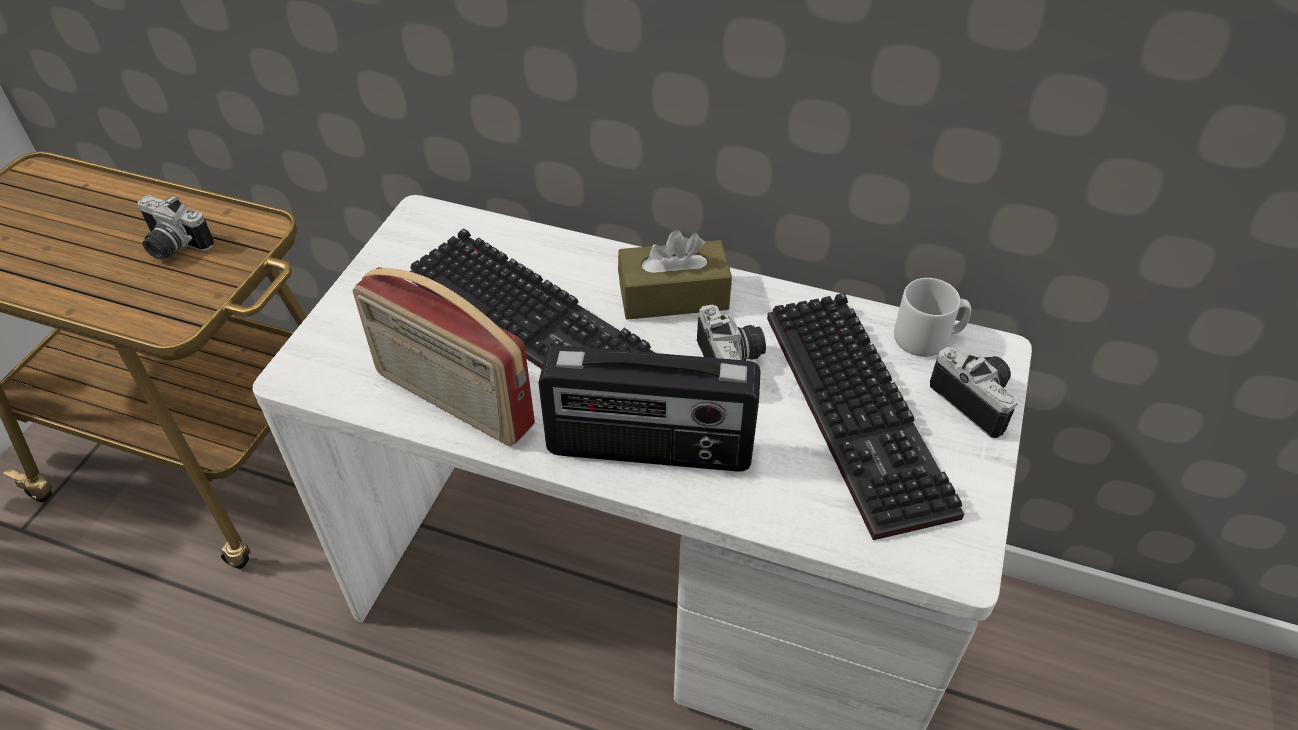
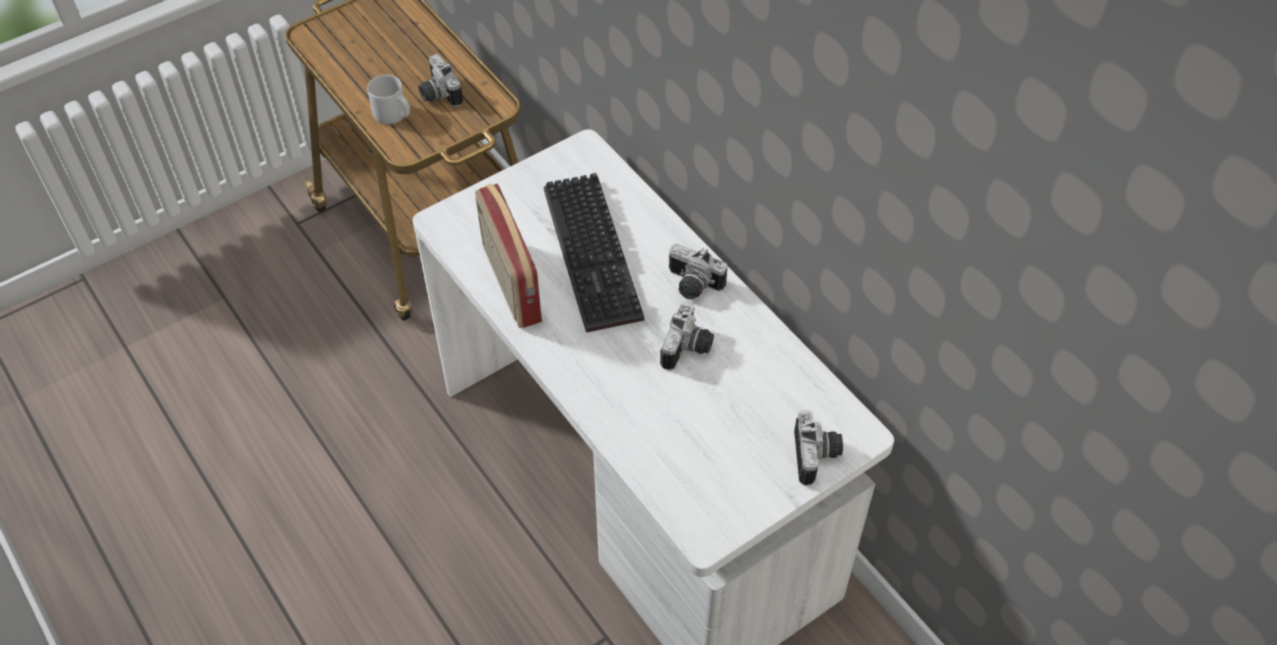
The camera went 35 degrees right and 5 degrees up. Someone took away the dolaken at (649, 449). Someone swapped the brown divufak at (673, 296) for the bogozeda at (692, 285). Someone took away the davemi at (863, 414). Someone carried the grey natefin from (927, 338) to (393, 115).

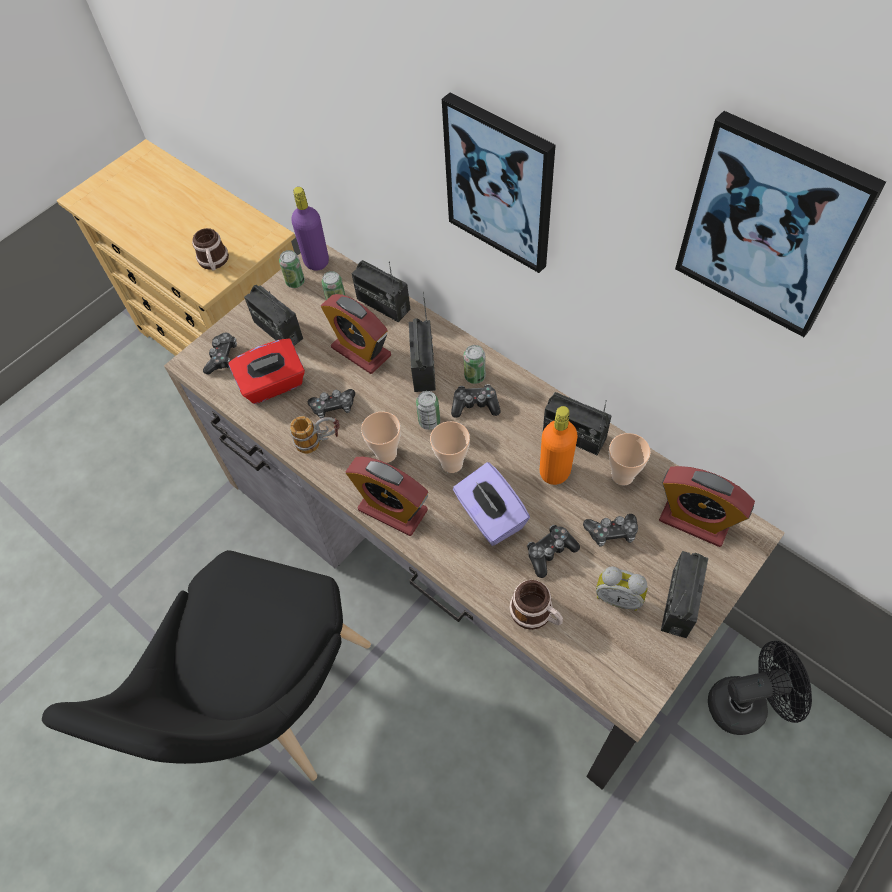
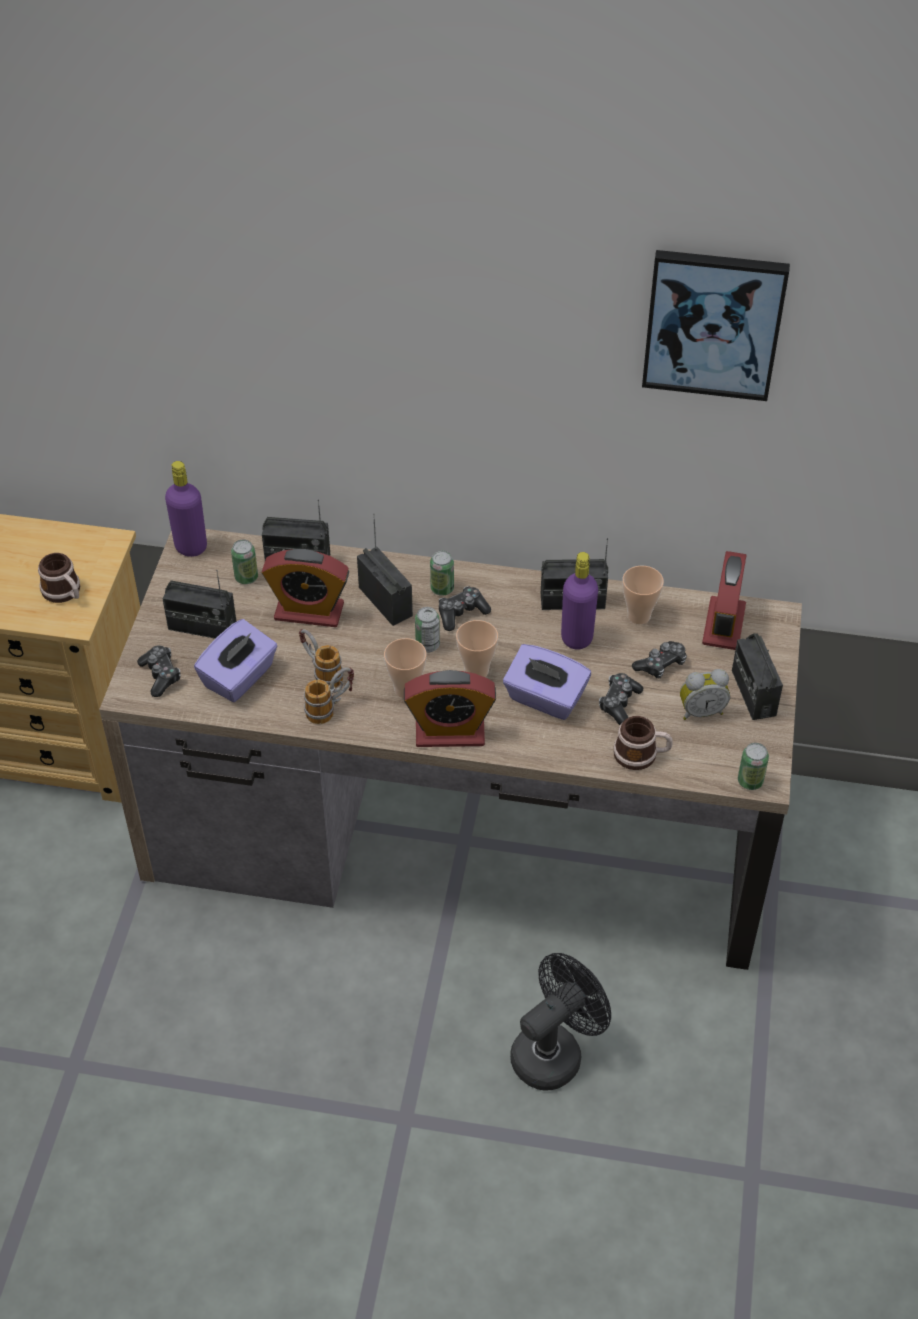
The camera went 35 degrees left and 10 degrees down. Someone took away the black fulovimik at (273, 704). Someone repainted the red divufak at (273, 384), which became the purple divufak at (239, 677). Someone carried the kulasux from (295, 282) to (750, 781). Someone swapped the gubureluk at (333, 407) for the natefin at (320, 672). Someone took away the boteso at (500, 183). Someone repainted the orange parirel at (555, 472), which became the purple parirel at (577, 638). Someone rotated the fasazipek at (695, 520) by 105 degrees clockwise. Someone carried the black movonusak from (746, 703) to (554, 1051).

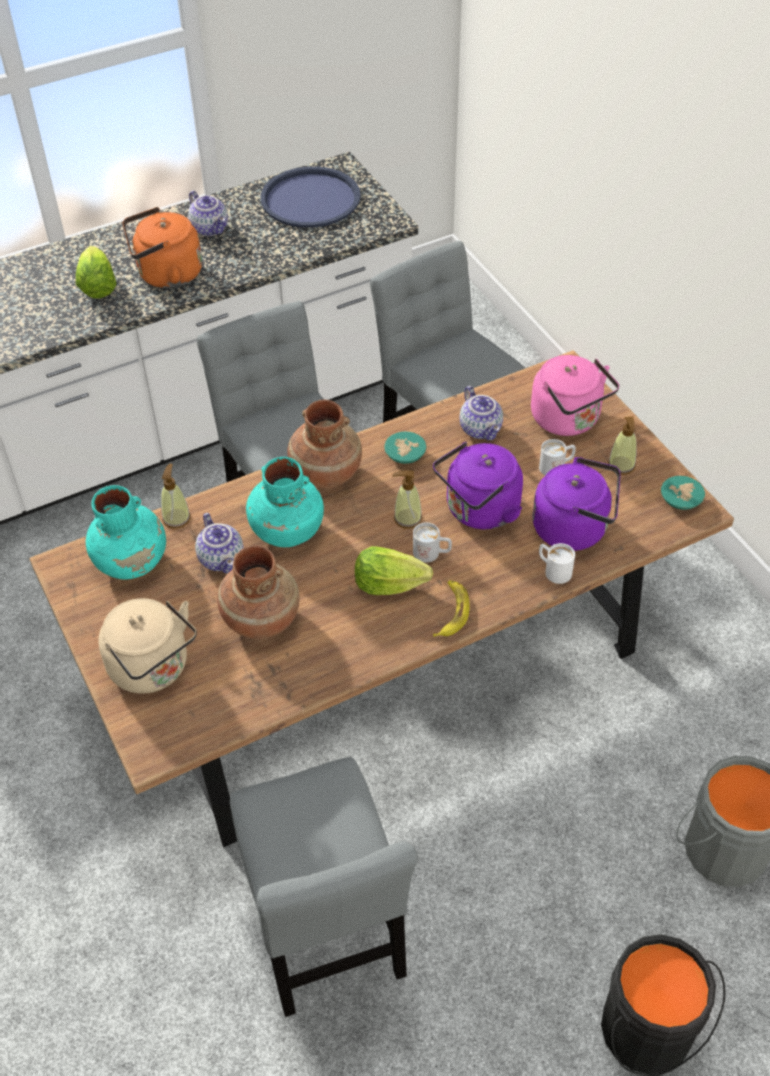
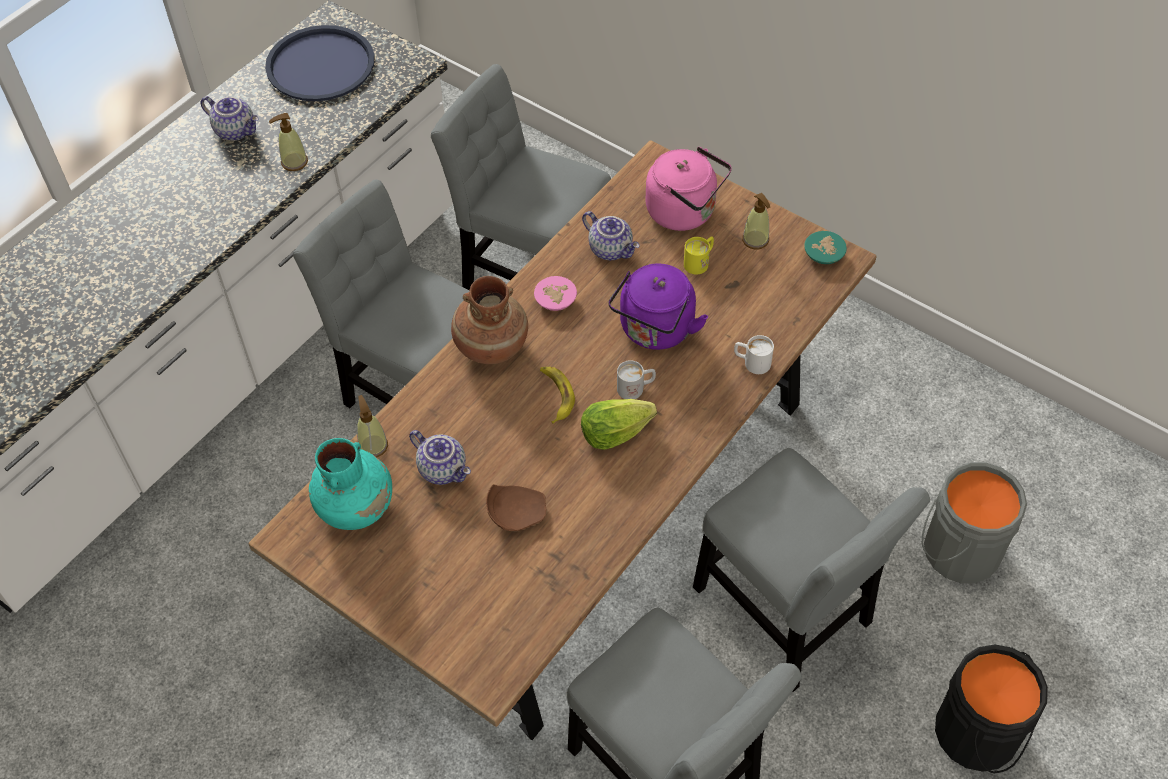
The camera went 25 degrees left and 5 degrees up. Someone took away the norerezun at (97, 287). Someone took away the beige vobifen at (153, 669). Someone took away the orange vobifen at (166, 275). Someone swapped the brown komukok at (261, 618) for the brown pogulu at (516, 512). Someone took away the turquoise komukok at (287, 530). Someone repainted the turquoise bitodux at (404, 456), which became the pink bitodux at (556, 302). Someone carried the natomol from (407, 518) to (294, 162). Someone carried the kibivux from (451, 612) to (556, 395). Someone took away the purple vobifen at (574, 528). Someone repainted the white natefin at (556, 466), which became the yellow natefin at (699, 262). Someone put down the grey fulovimik at (787, 613).

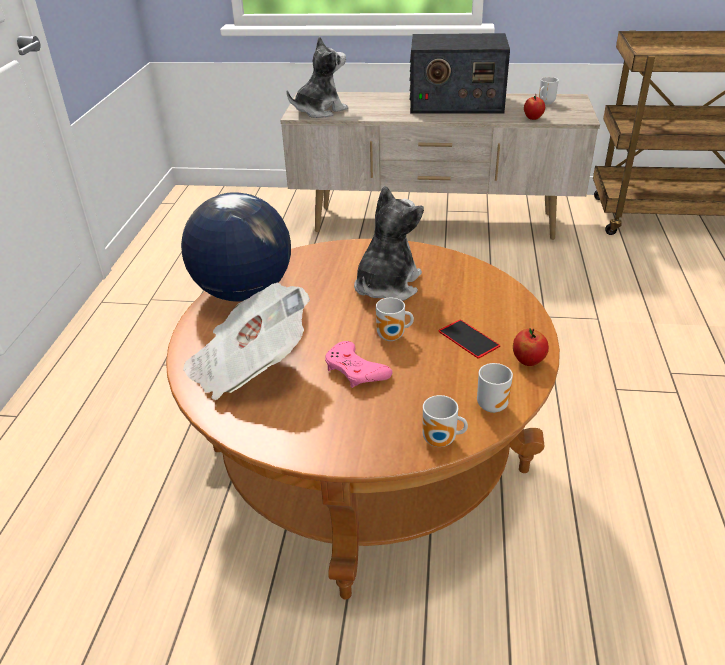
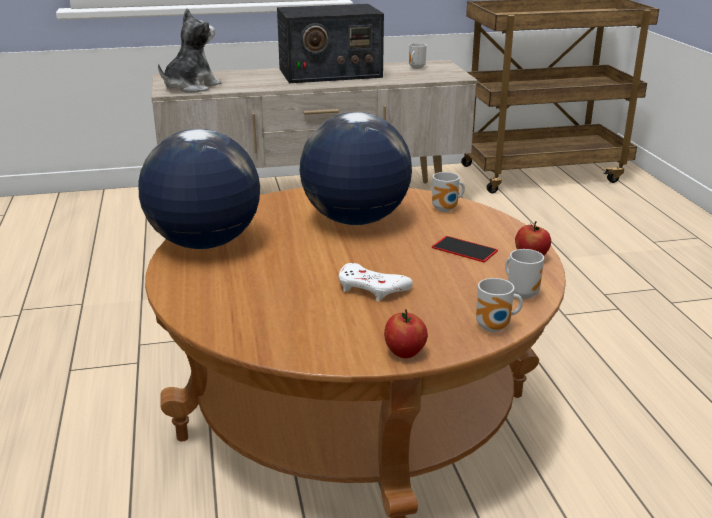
The camera went 20 degrees left and 10 degrees down. Someone took away the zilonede at (248, 366). Someone repainted the pink gubureluk at (355, 370), which became the white gubureluk at (371, 288). Someone swapped the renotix at (386, 286) for the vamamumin at (355, 220). Someone carried the natefin from (393, 337) to (446, 209). Someone carried the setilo from (533, 118) to (405, 353).

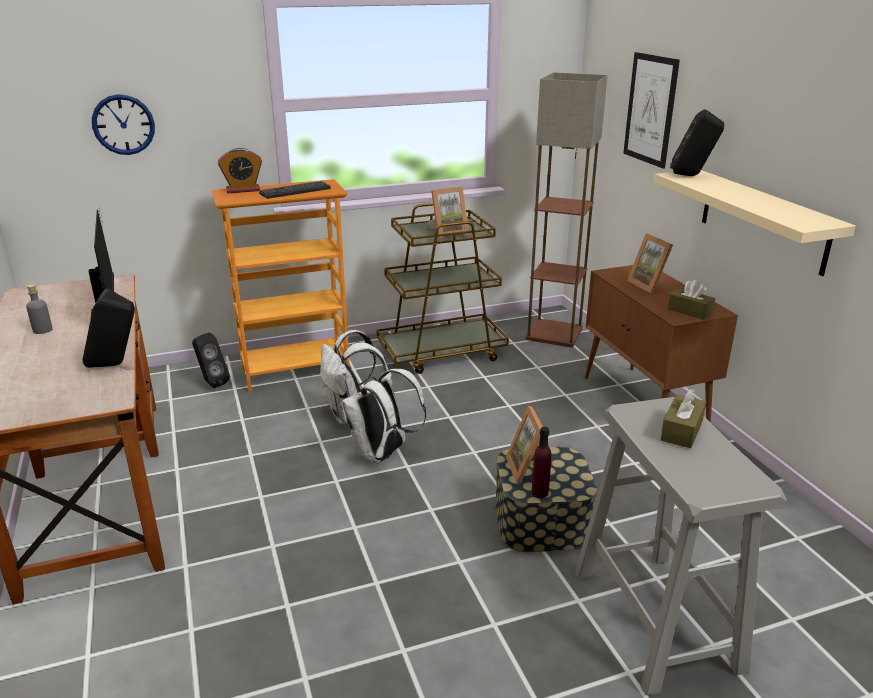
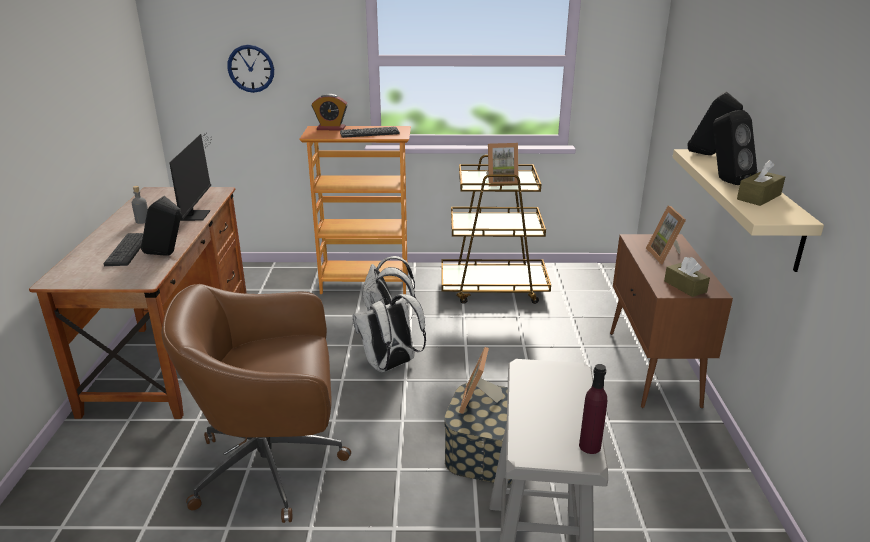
The camera went 20 degrees right and 0 degrees up. Someone carried the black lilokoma from (211, 383) to (725, 181). Someone took away the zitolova at (555, 333). Someone carried the purple parirel from (540, 492) to (590, 446). Someone took away the boteso at (650, 109). Someone carried the brown divufak from (681, 431) to (759, 197). Someone put down the davemi at (127, 250). Someone put down the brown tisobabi at (273, 465).

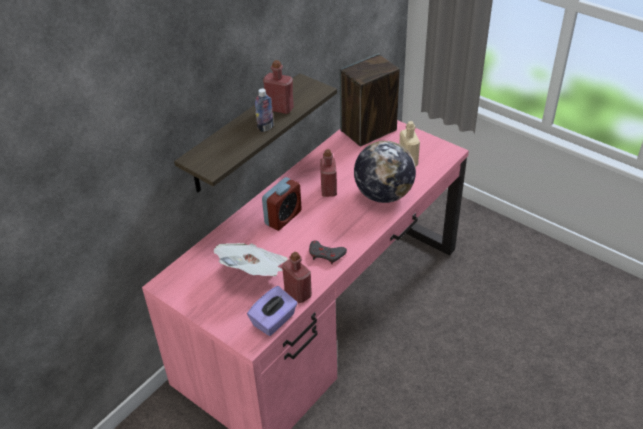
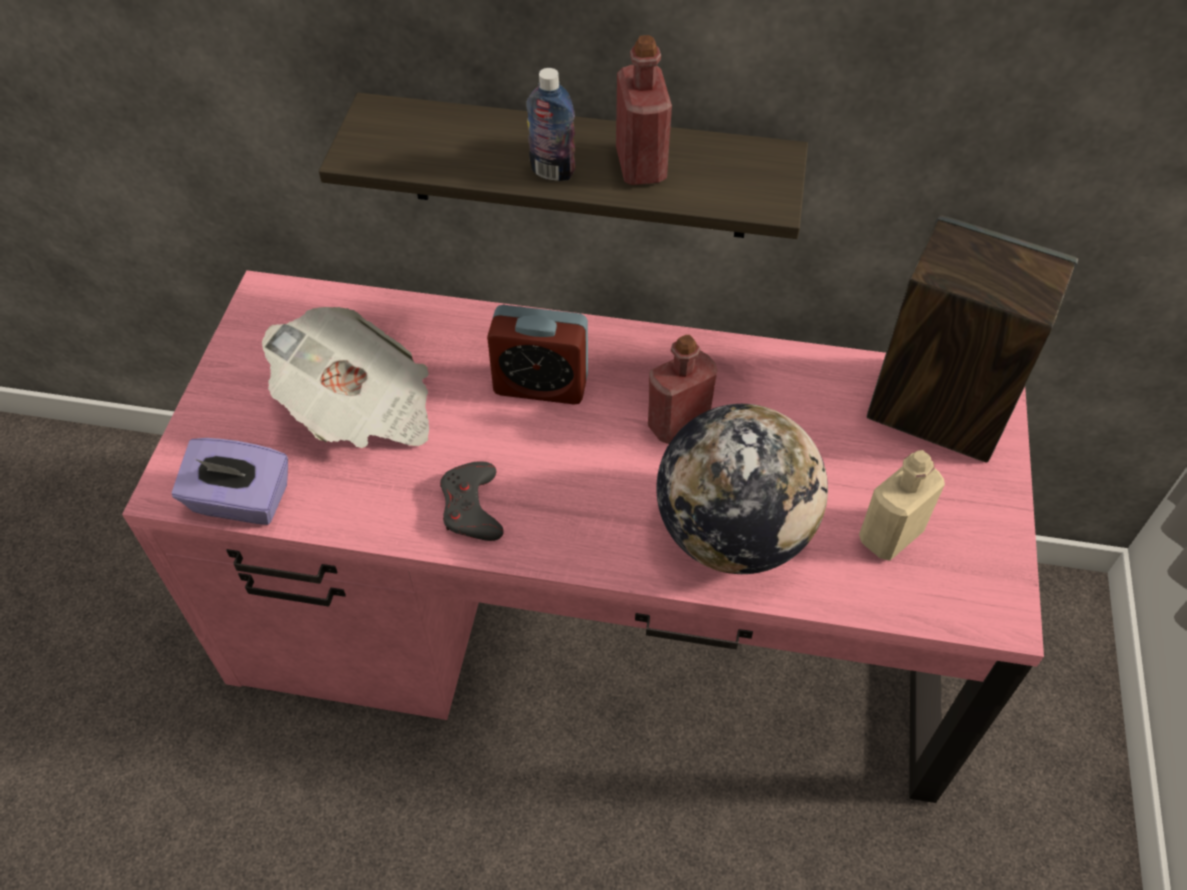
The camera went 60 degrees right and 10 degrees up. Someone took away the red parirel at (298, 293).

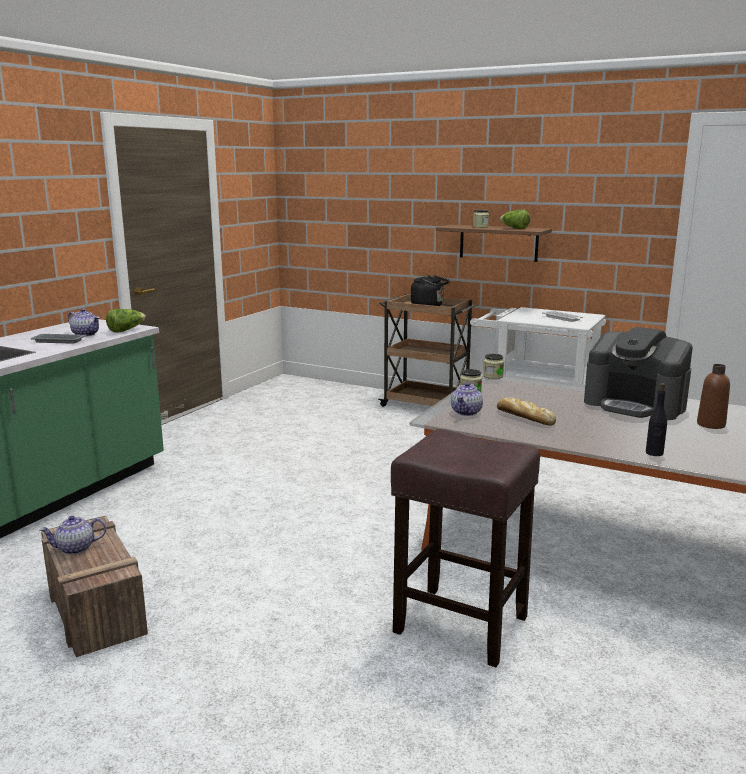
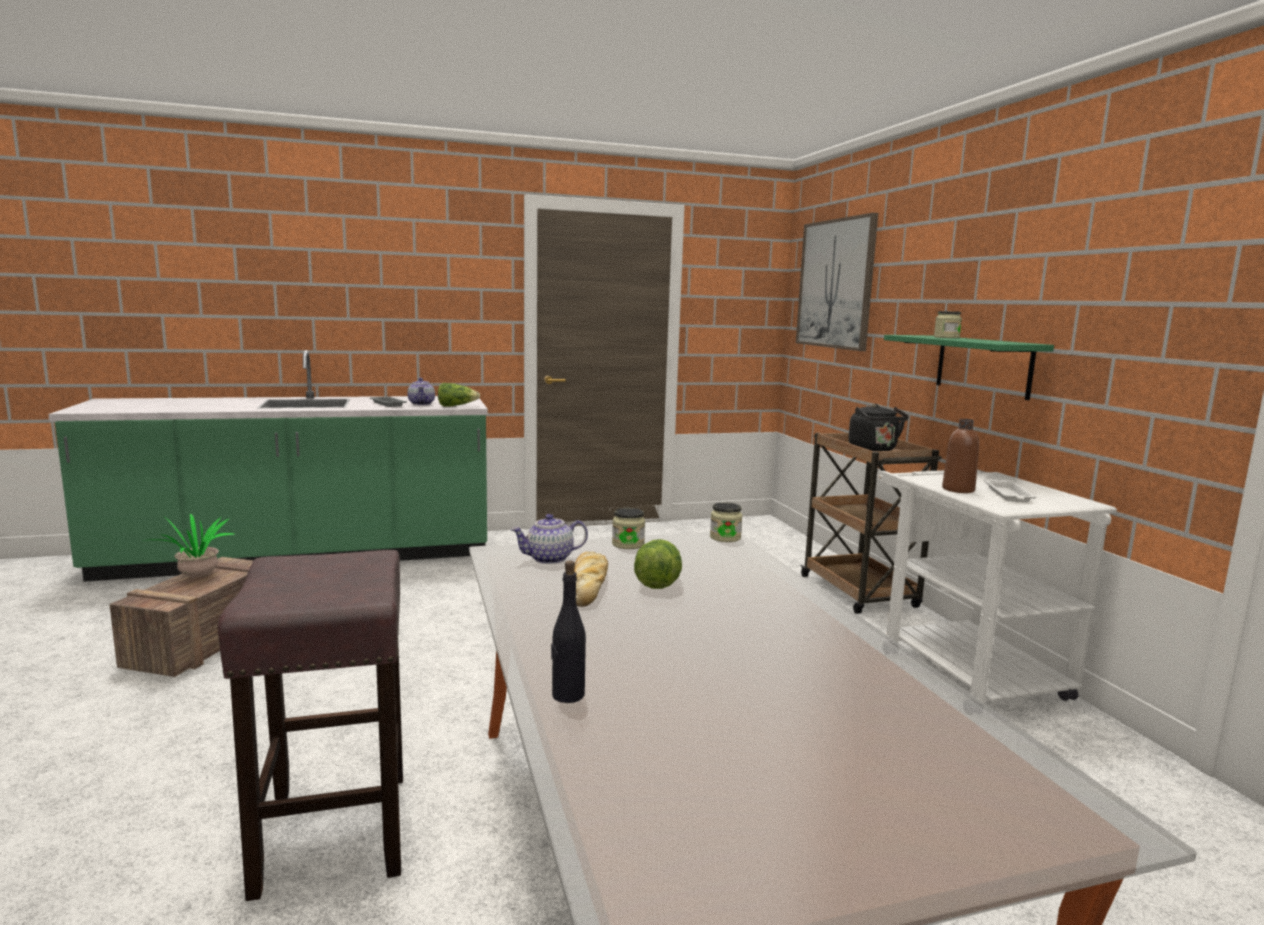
The camera went 45 degrees right and 5 degrees down. Someone swapped the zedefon at (75, 548) for the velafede at (198, 576). Someone repainted the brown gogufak at (498, 243), which became the green gogufak at (983, 366). Someone carried the norerezun from (514, 228) to (656, 580). Someone took away the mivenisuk at (635, 405). Someone carried the brown parirel from (711, 424) to (958, 489). Someone put up the boteso at (835, 284).

